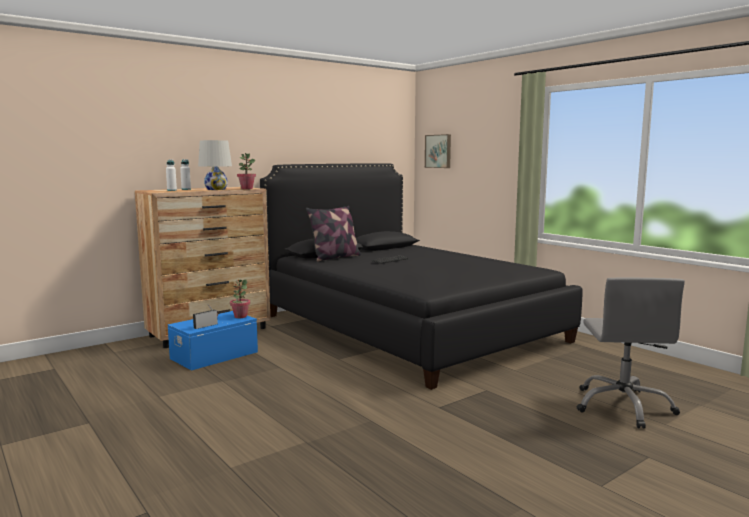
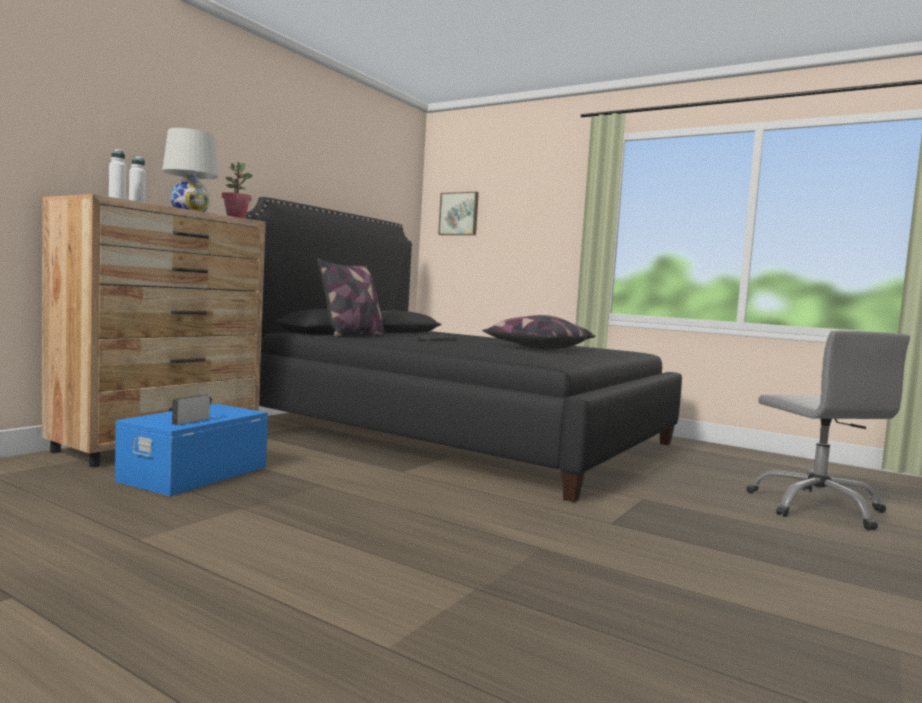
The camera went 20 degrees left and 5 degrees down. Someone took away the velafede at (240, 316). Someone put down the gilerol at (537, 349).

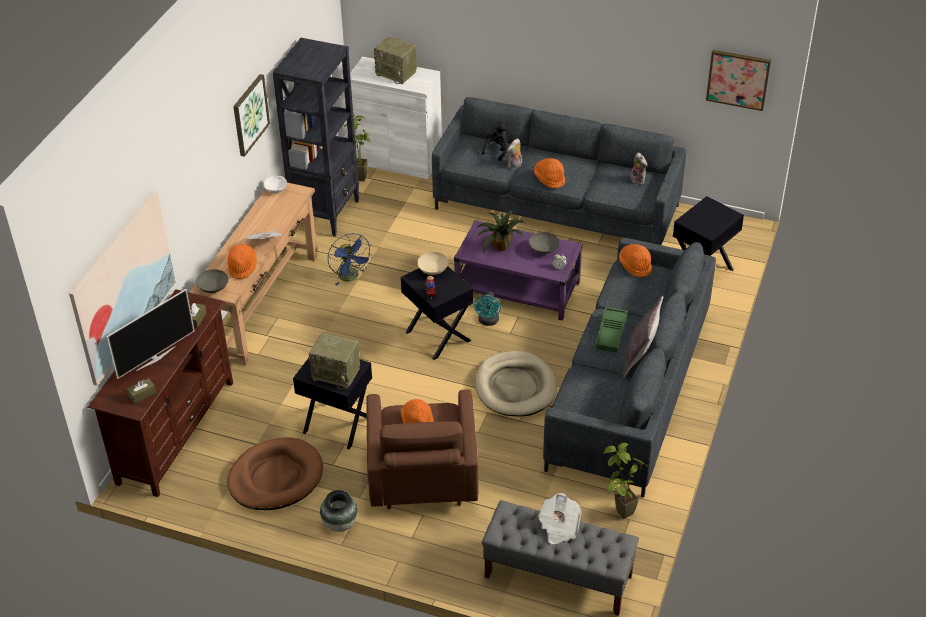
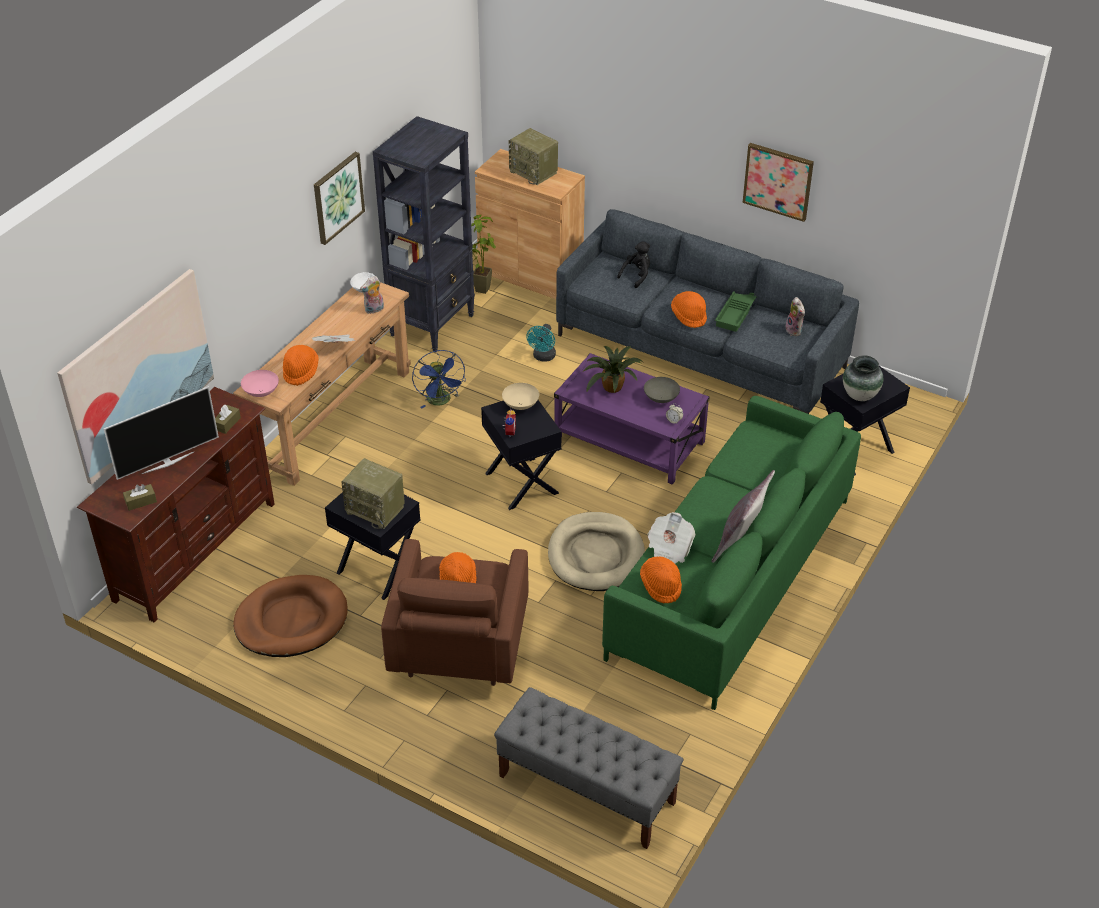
The camera went 10 degrees right and 0 degrees up. Someone repainted the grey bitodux at (213, 289), which became the pink bitodux at (260, 392). Someone carried the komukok from (340, 524) to (859, 395). Someone repainted the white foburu at (397, 159), which became the brown foburu at (530, 274). Someone carried the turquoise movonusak from (488, 321) to (543, 357). Someone carried the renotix from (515, 166) to (374, 310). Someone carried the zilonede from (559, 527) to (669, 549). Someone repainted the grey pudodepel at (629, 388), which became the green pudodepel at (730, 576). Someone carried the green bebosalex from (612, 333) to (736, 314). Someone took away the velafede at (618, 513). Someone carried the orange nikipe from (635, 266) to (661, 586). Someone carried the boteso from (738, 79) to (778, 181).

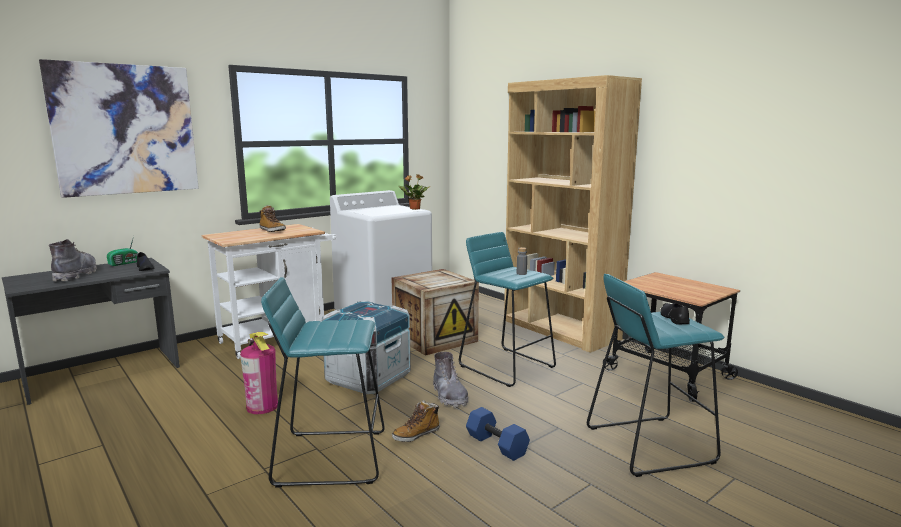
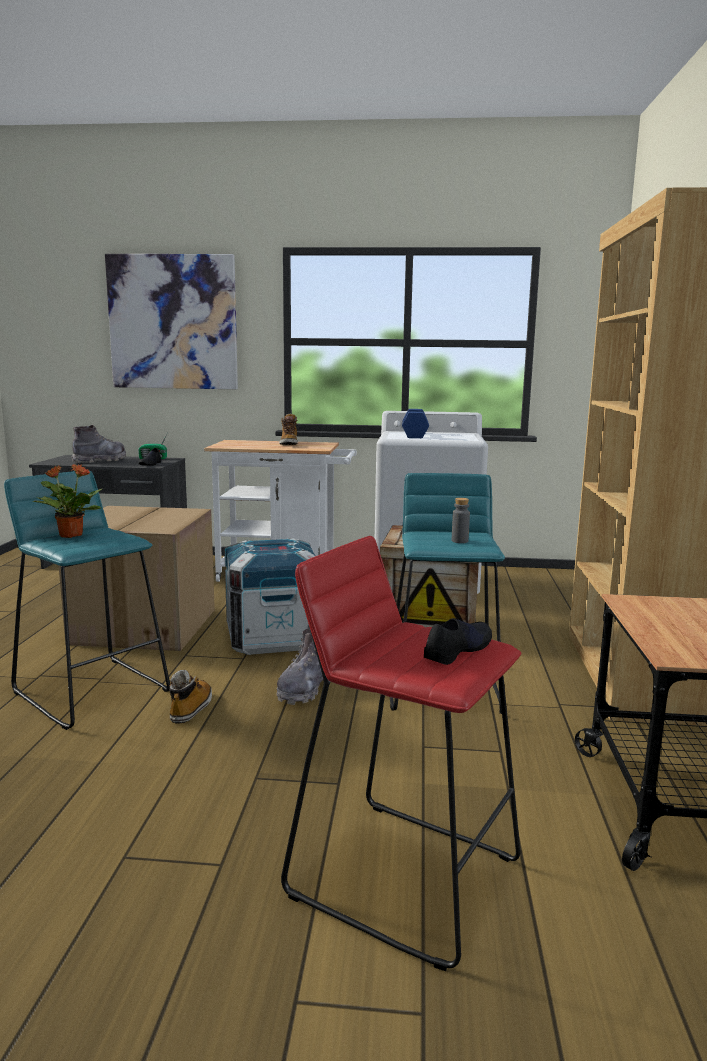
The camera went 45 degrees right and 0 degrees up. Someone swapped the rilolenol at (262, 406) for the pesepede at (146, 627). Someone rotated the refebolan at (416, 434) by 90 degrees clockwise. Someone carried the velafede from (414, 209) to (70, 535). Someone carried the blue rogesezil from (495, 445) to (414, 435). Someone repainted the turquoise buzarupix at (648, 444), which became the red buzarupix at (403, 874).

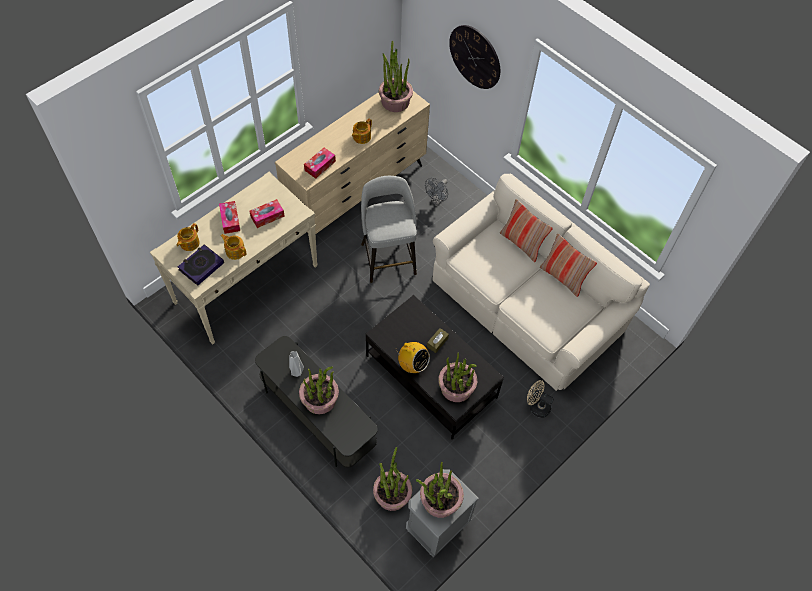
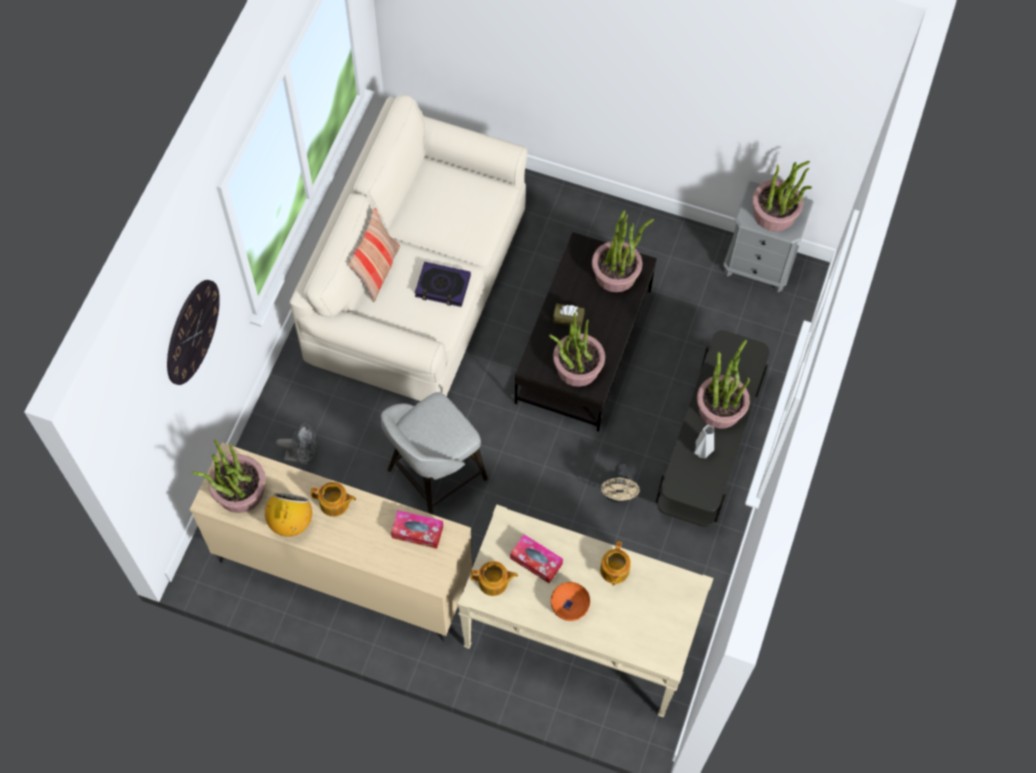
The camera went 115 degrees left and 5 degrees up. Someone carried the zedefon from (189, 243) to (494, 582). Someone carried the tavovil from (201, 266) to (442, 287). Someone swapped the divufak at (230, 220) for the orange bitodux at (569, 606). Someone carried the velafede from (392, 494) to (577, 367). Someone carried the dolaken from (412, 365) to (291, 522). Someone carried the beige movonusak from (536, 406) to (618, 495). Someone took away the gilerol at (563, 277).

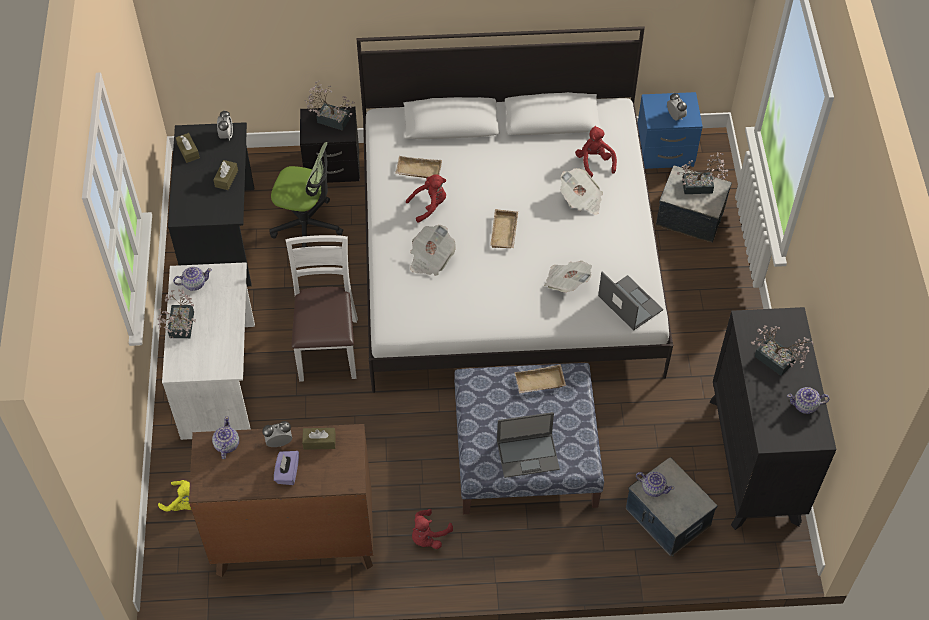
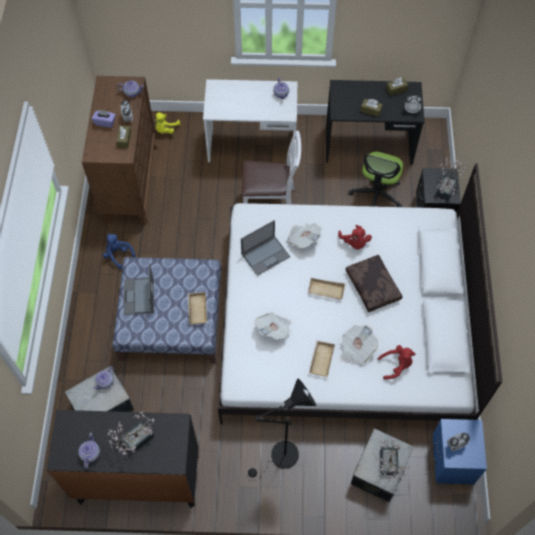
The camera went 95 degrees right and 5 degrees up. Someone took away the velafede at (180, 328). Someone carried the beige bebosalex from (418, 171) to (320, 359). Someone repainted the red renotix at (428, 536), which became the blue renotix at (118, 255). Someone carried the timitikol from (629, 302) to (266, 255). Someone put down the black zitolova at (280, 458). Someone put down the brown gilerol at (373, 286).

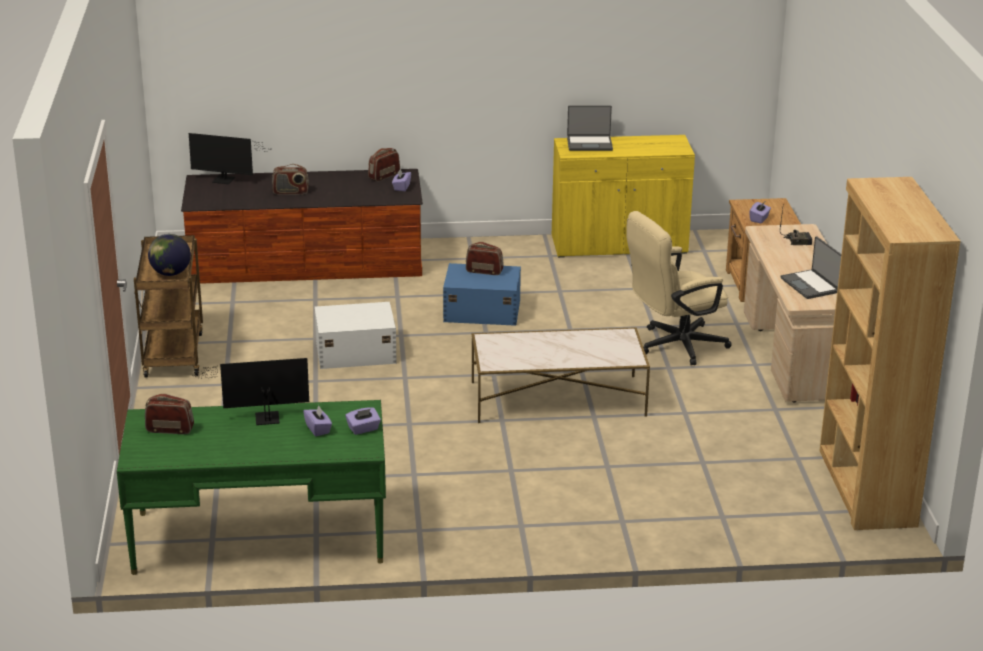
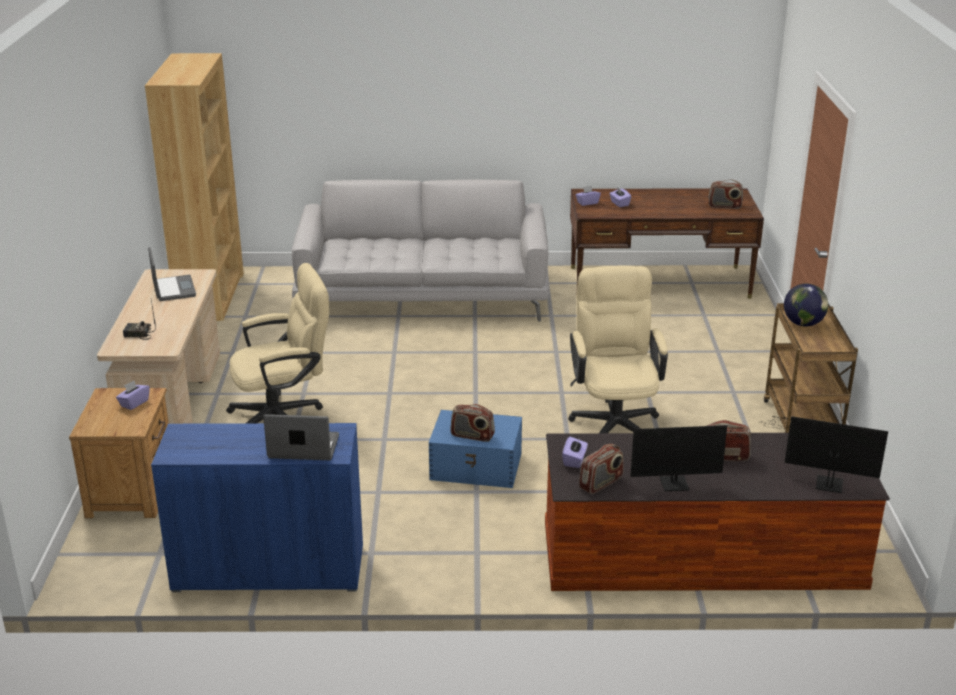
The camera went 175 degrees left and 0 degrees up. Someone repainted the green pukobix at (259, 537), which became the brown pukobix at (658, 282). Someone carried the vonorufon from (262, 418) to (679, 484). Someone swapped the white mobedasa at (354, 352) for the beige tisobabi at (614, 420). Someone took away the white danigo at (557, 399). Someone repainted the yellow foburu at (619, 245), which became the blue foburu at (269, 569). Someone put down the grey pudodepel at (424, 294).

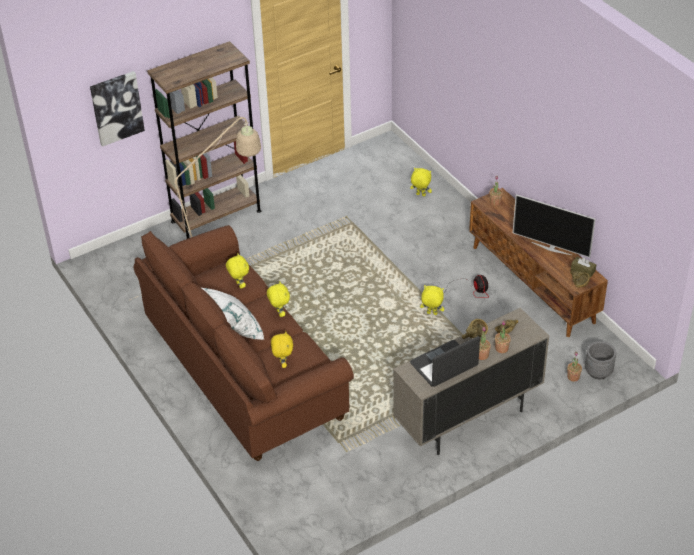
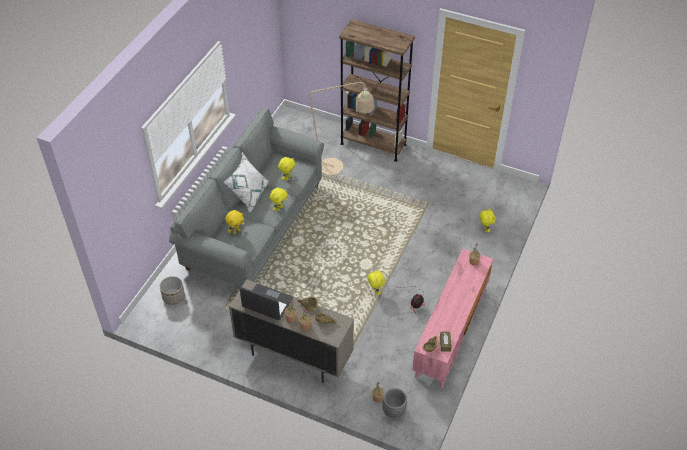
The camera went 55 degrees right and 5 degrees up. Someone took away the boteso at (116, 108). Someone repainted the brown pudodepel at (245, 370), which became the grey pudodepel at (255, 226). Someone repainted the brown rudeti at (533, 284), which became the pink rudeti at (451, 333). Someone took away the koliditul at (551, 248). Someone put down the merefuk at (173, 296).

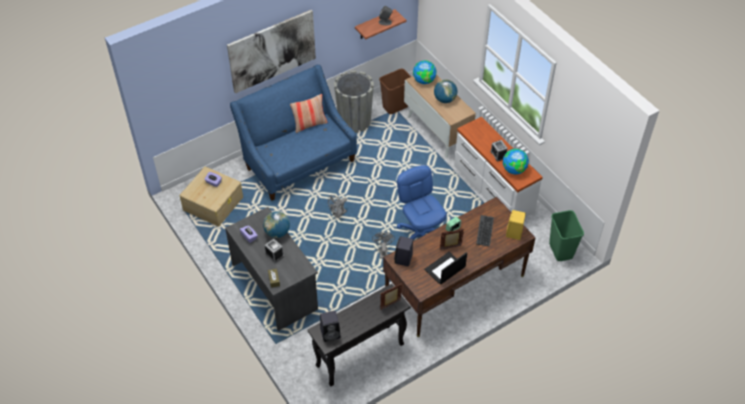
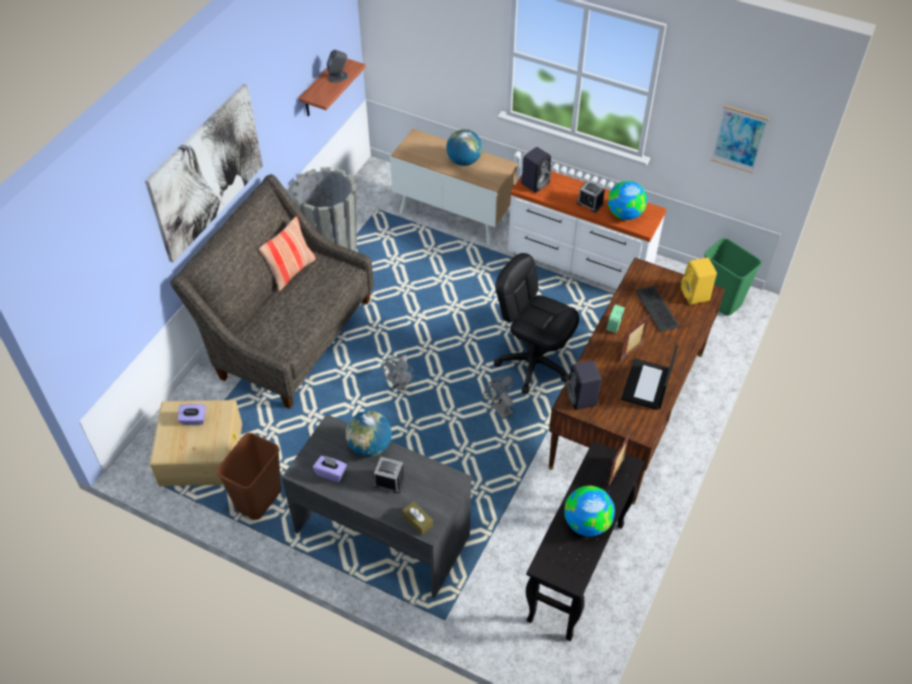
The camera went 30 degrees left and 0 degrees up. Someone repainted the blue pudodepel at (297, 161), which became the grey pudodepel at (288, 335). Someone carried the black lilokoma from (331, 333) to (535, 183). Someone carried the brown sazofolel from (395, 107) to (259, 500). Someone repainted the blue tisobabi at (420, 236), which became the black tisobabi at (533, 363). Someone carried the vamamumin from (424, 80) to (586, 523). Someone put up the boteso at (739, 139).

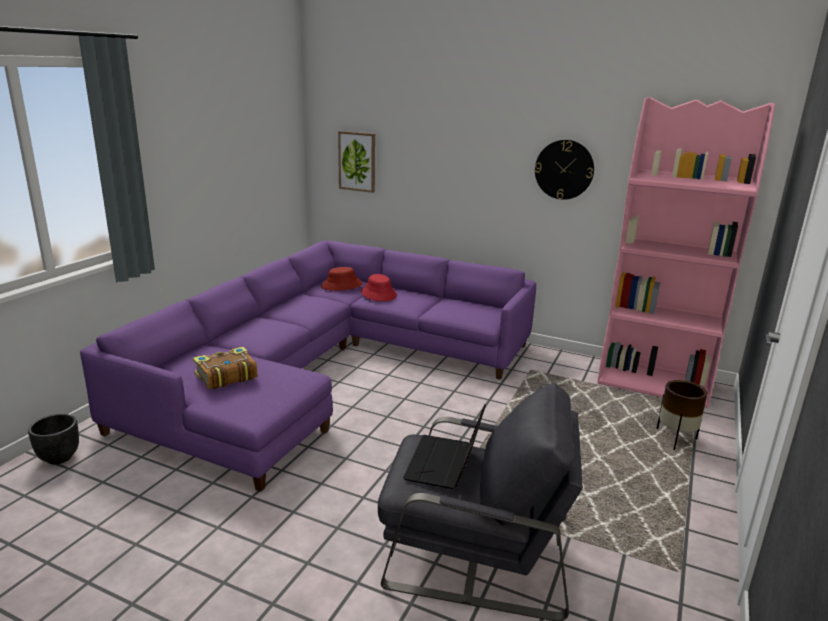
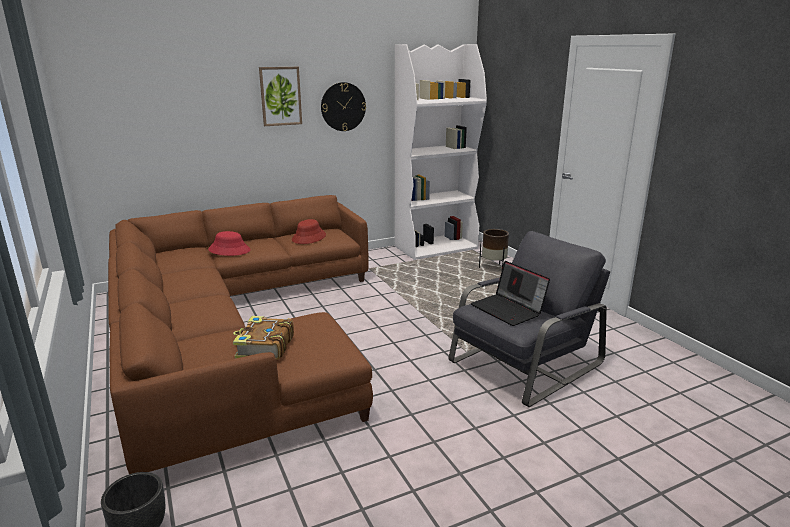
The camera went 50 degrees left and 0 degrees up. Someone repainted the purple pudodepel at (326, 367), which became the brown pudodepel at (233, 330). Someone carried the red nikipe from (342, 285) to (309, 237). Someone carried the boteso from (357, 161) to (280, 96). Someone repainted the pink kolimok at (655, 382), which became the white kolimok at (436, 247).

